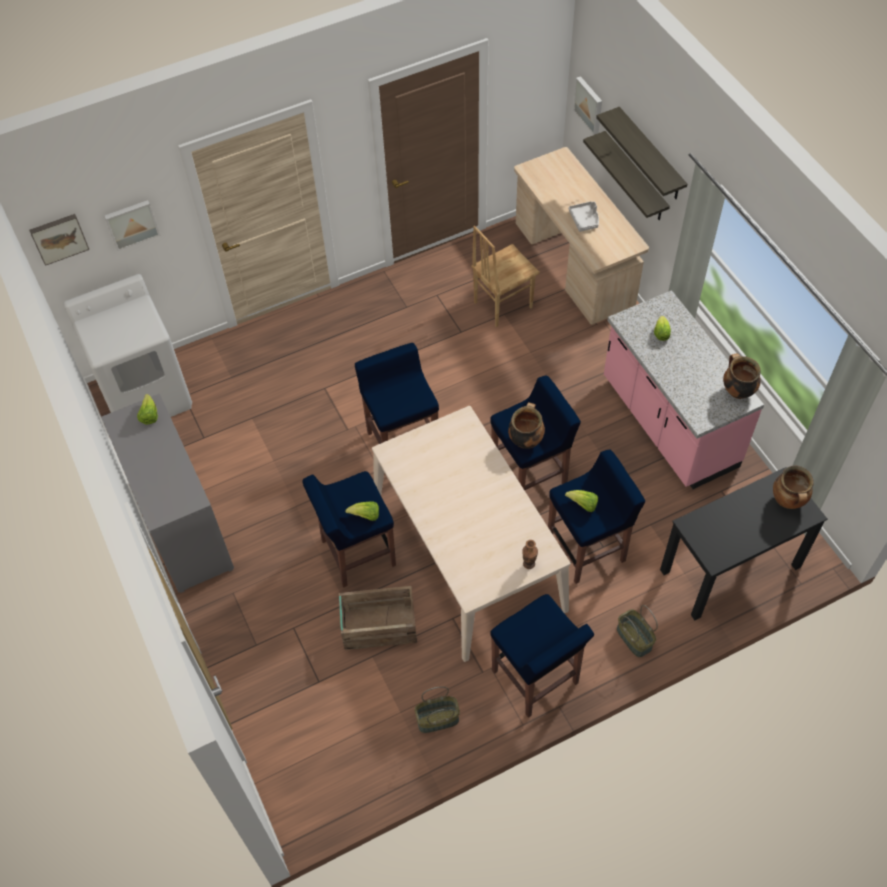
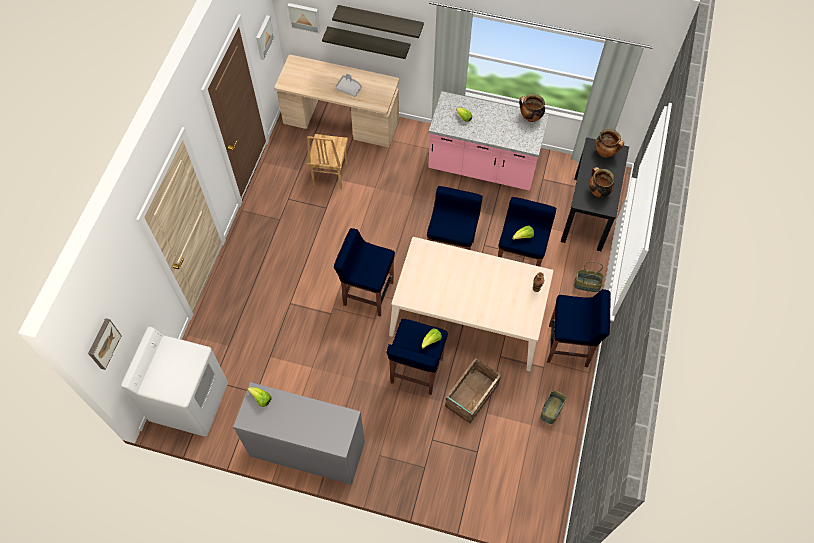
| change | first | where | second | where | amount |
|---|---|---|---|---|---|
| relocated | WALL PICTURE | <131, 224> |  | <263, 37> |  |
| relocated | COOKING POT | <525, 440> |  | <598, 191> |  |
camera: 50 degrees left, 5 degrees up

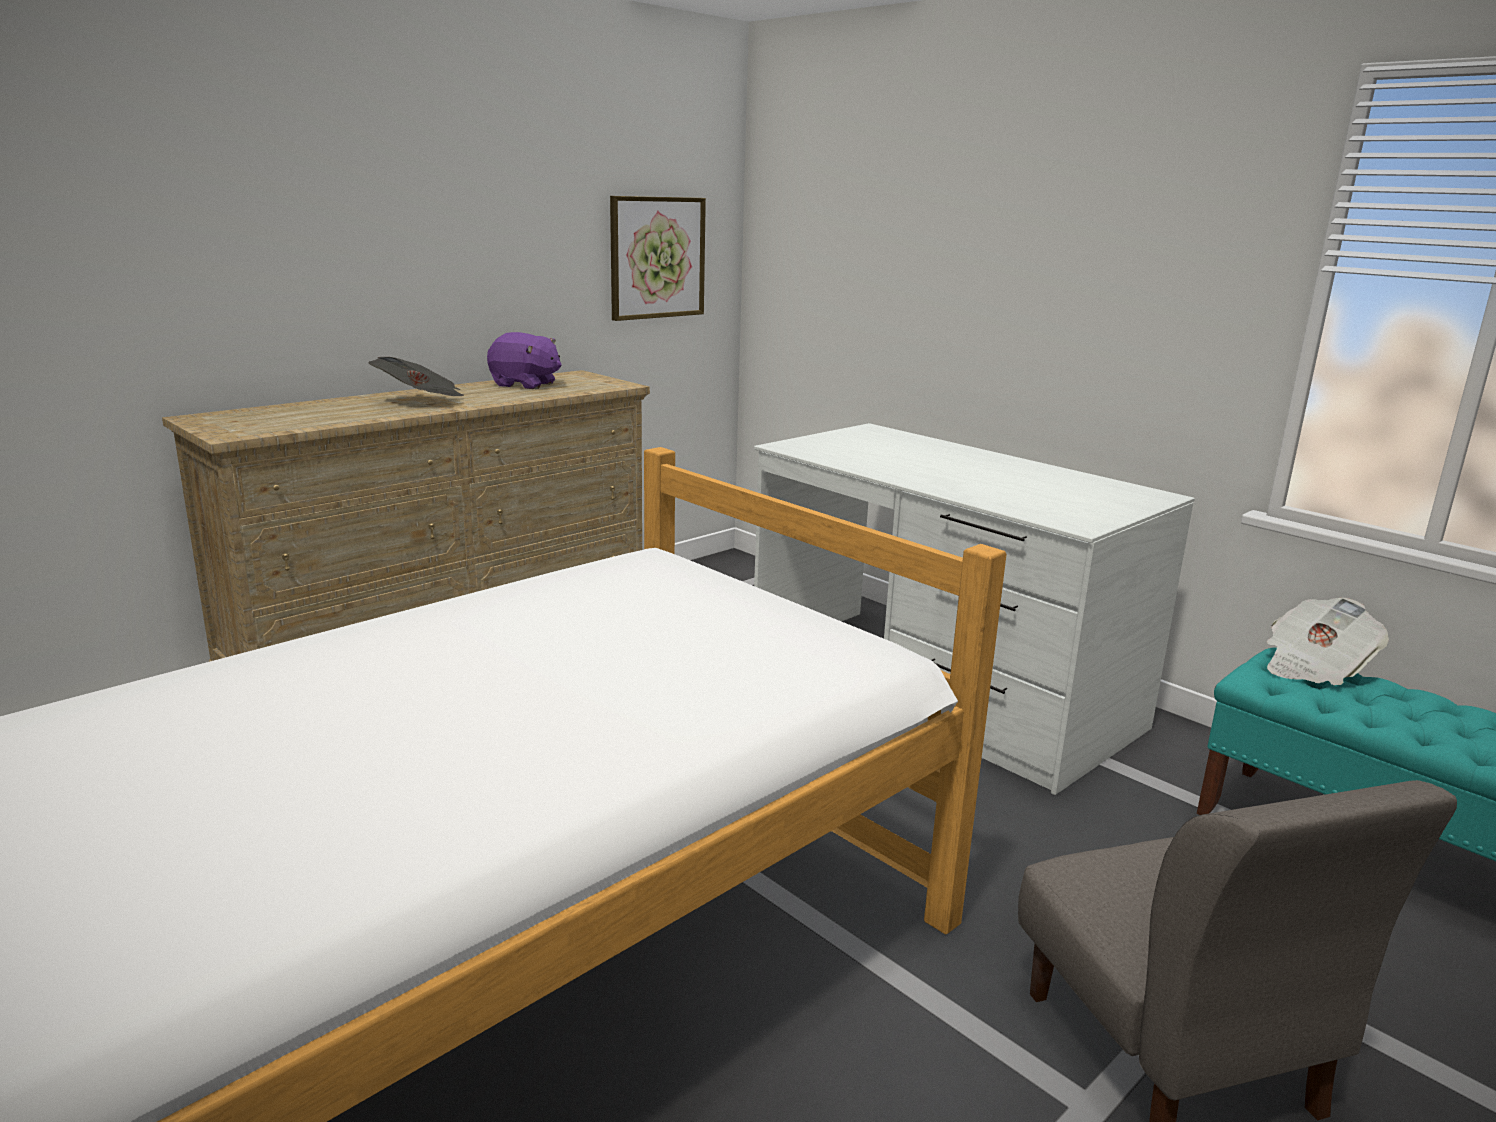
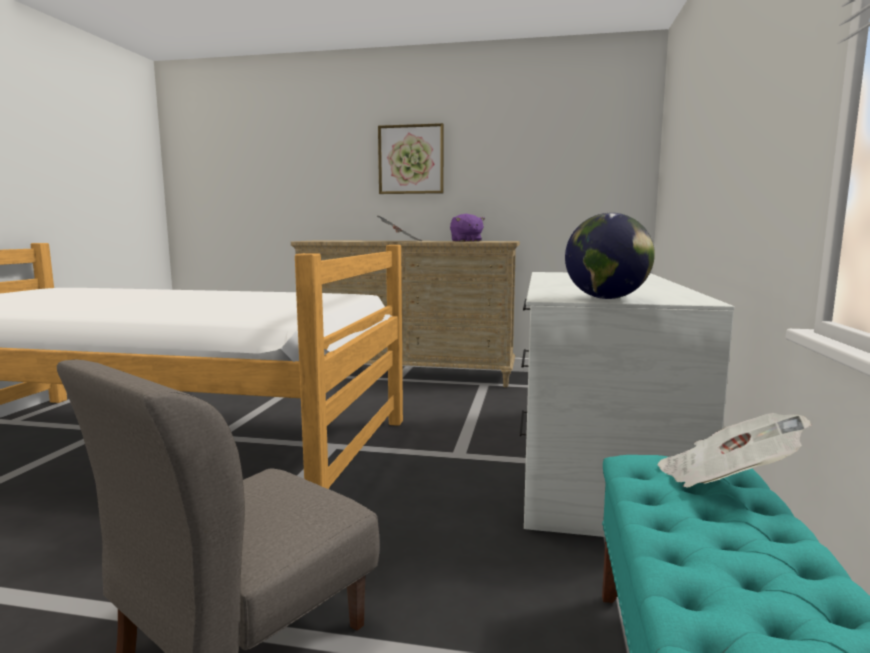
| change | first | where | second | where | amount |
|---|---|---|---|---|---|
| relocated | WALL PICTURE | <657, 257> |  | <411, 159> |  |
| appeared |  |  | GLOBE | <606, 298> |  |
camera: 55 degrees right, 10 degrees down

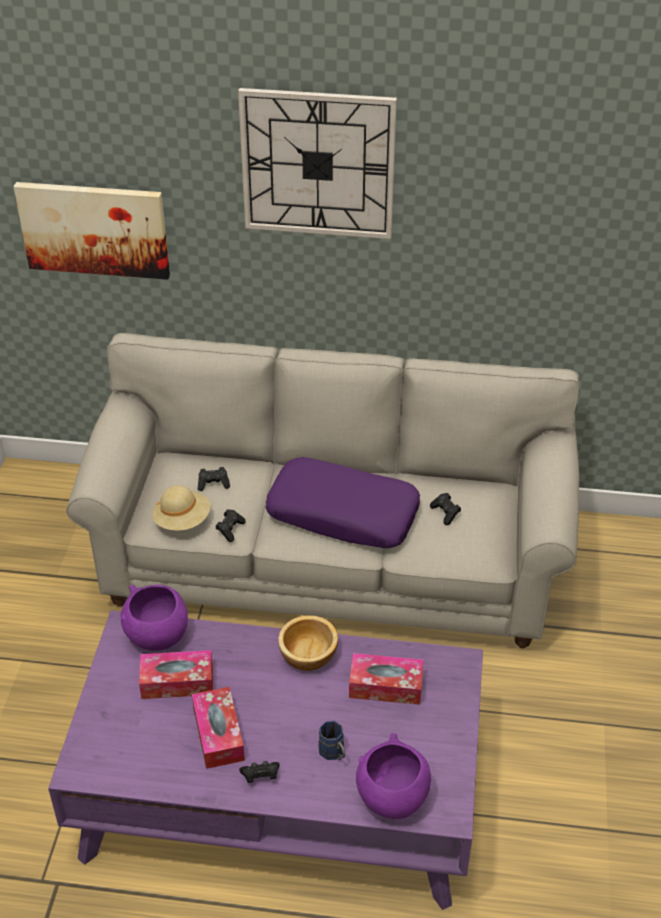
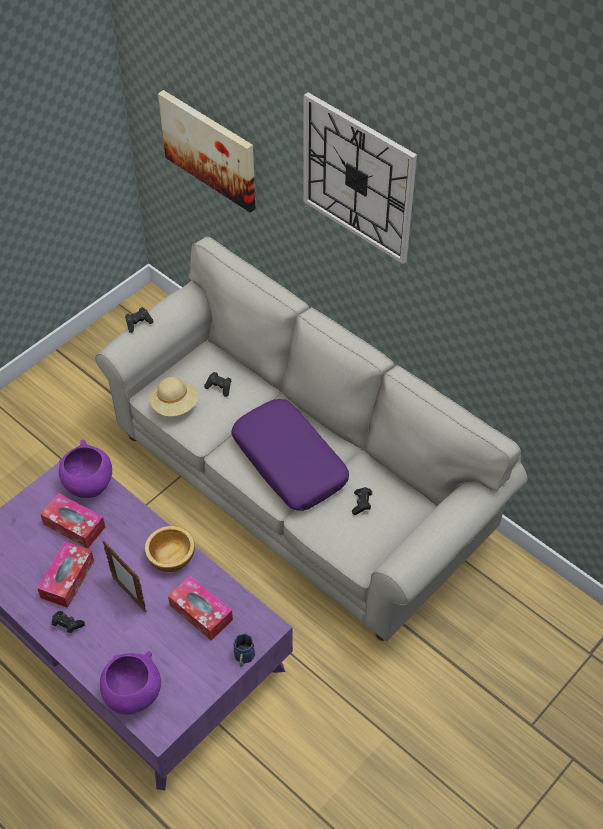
| change | first | where | second | where | amount |
|---|---|---|---|---|---|
| relocated | BLACKISH GAME CONTROLLER | <230, 529> |  | <138, 323> |  |
| relocated | BLUE TEA MUG | <334, 754> |  | <243, 659> |  |
| appeared |  |  | PICTURE FRAME | <129, 594> |  |
camera: 35 degrees right, 10 degrees up

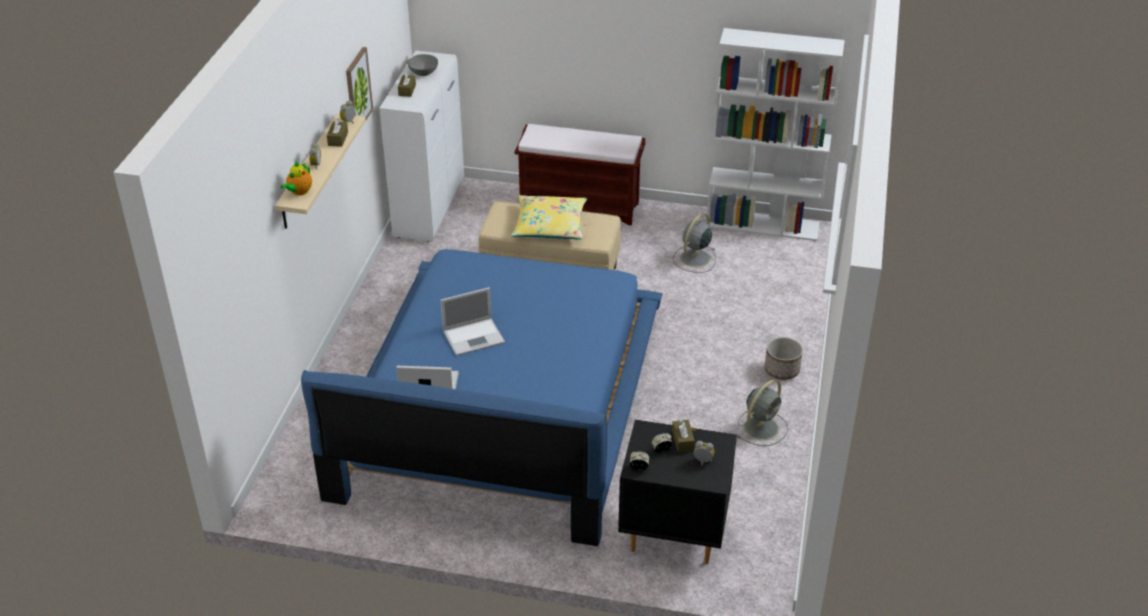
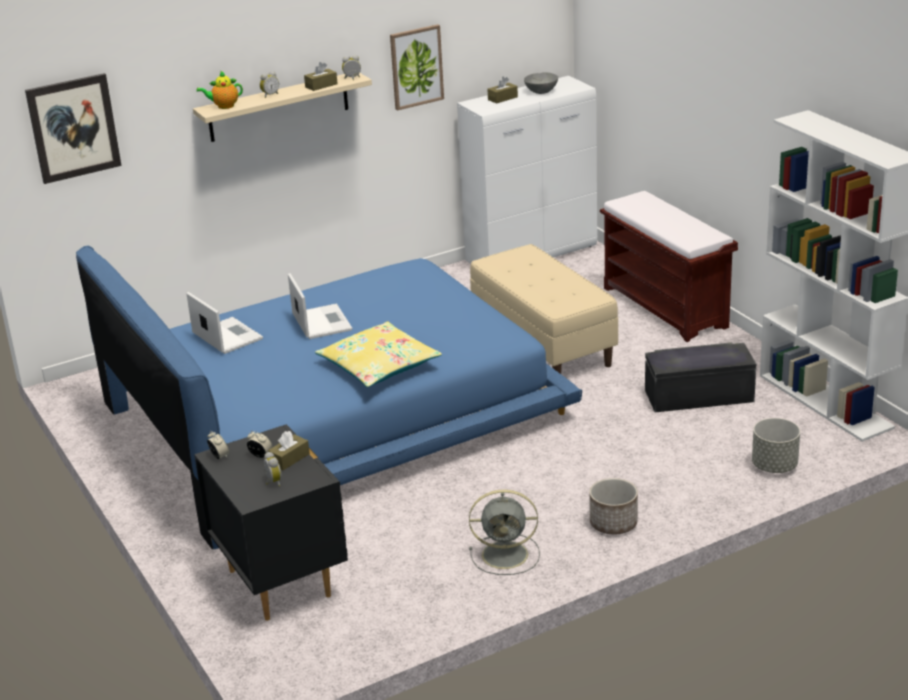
| change | first | where | second | where | amount |
|---|---|---|---|---|---|
| spun | LAPTOP | <474, 336> |  | <321, 322> | 135 degrees counterclockwise |
| relocated | YELLOW-COLOURED THROW PILLOW | <549, 226> |  | <379, 366> |  |
| exchanged | GREYISH FAN | <694, 259> | BLACKISH STORAGE BOX | <698, 395> |  |
| appeared |  |  | WALL PICTURE | <73, 128> |  |
| appeared |  |  | GREYISH PLANTER | <774, 466> |  |
camera: 50 degrees right, 10 degrees down

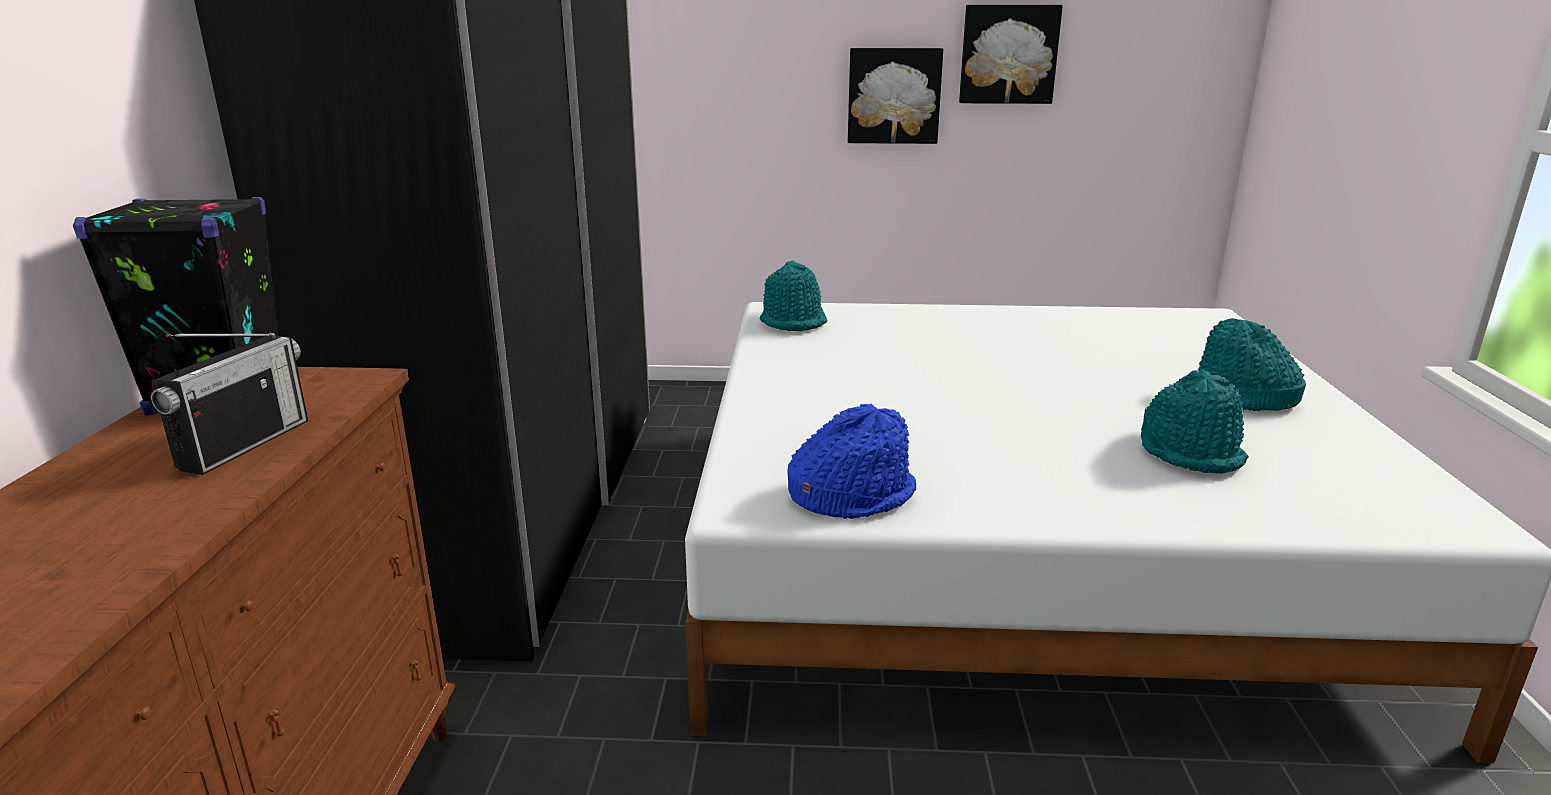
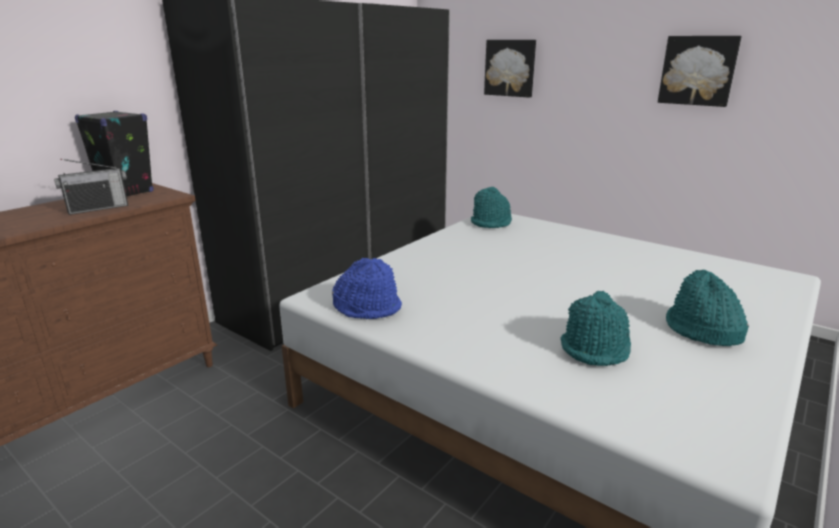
| change | first | where | second | where | amount |
|---|---|---|---|---|---|
| relocated | WALL PICTURE | <893, 96> |  | <510, 68> |  |
camera: 35 degrees right, 0 degrees up

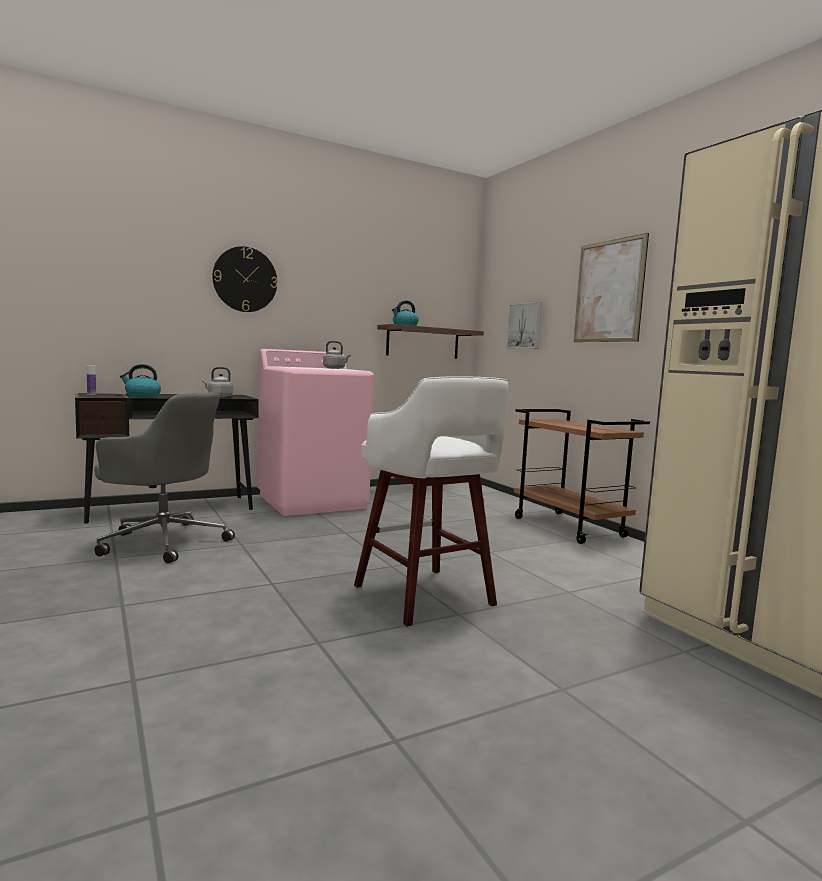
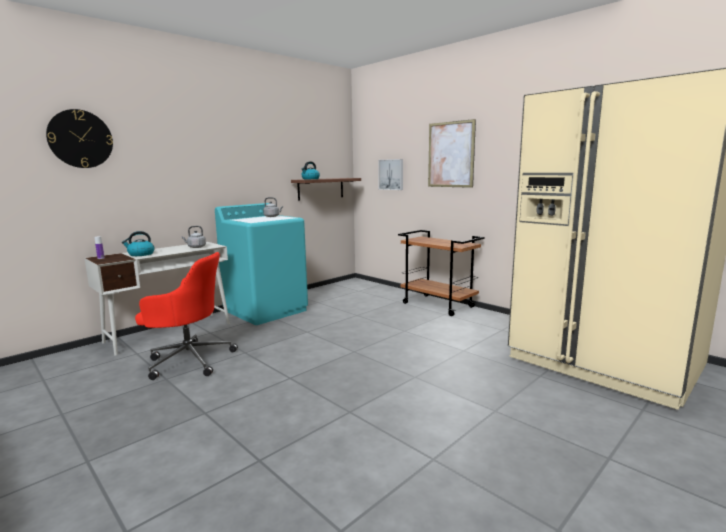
| change | first | where | second | where | amount |
|---|---|---|---|---|---|
| colour | BLACKISH DESK TABLE | <171, 508> | WHITE-COLOURED DESK TABLE | <170, 332> |  |
| colour | GREYISH COMPUTER CHAIR | <163, 541> | REDDISH COMPUTER CHAIR | <189, 360> |  |
| relocated | WALL CLOCK | <245, 279> |  | <80, 139> |  |
| colour | PINKISH LAUNDRY APPLIANCE | <312, 501> | BLUE-GREEN LAUNDRY APPLIANCE | <266, 310> |  |
| missing | WHITE-COLOURED SITTING STOOL | <426, 597> |  |  |  |
camera: 15 degrees left, 5 degrees up

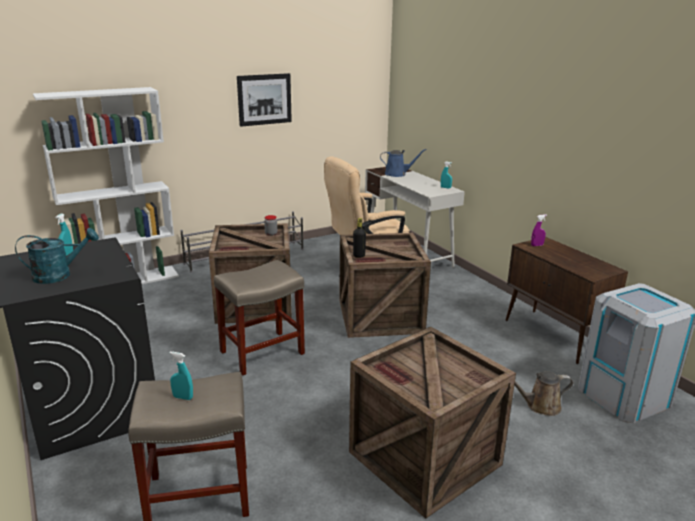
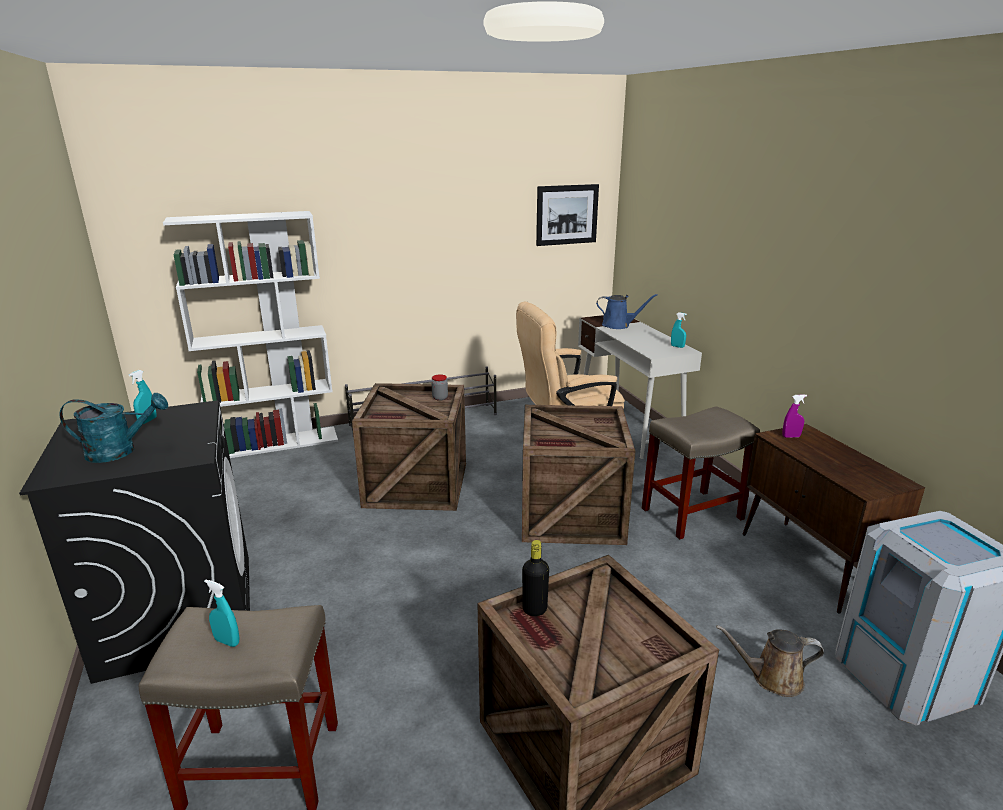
| change | first | where | second | where | amount |
|---|---|---|---|---|---|
| relocated | BEIGE-COLOURED SITTING STOOL | <263, 352> |  | <693, 513> |  |
| relocated | WALL PICTURE | <264, 99> |  | <567, 215> |  |
| relocated | BLACKISH BEVERAGE BOTTLE | <359, 256> |  | <534, 609> |  |
camera: 10 degrees right, 0 degrees up

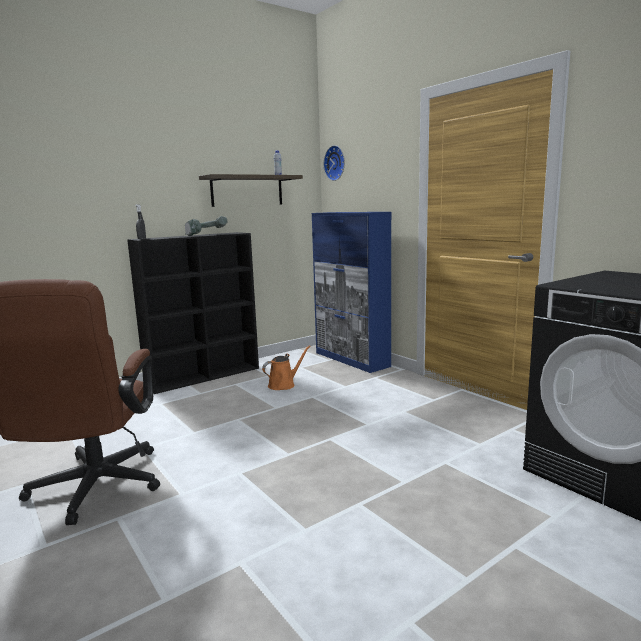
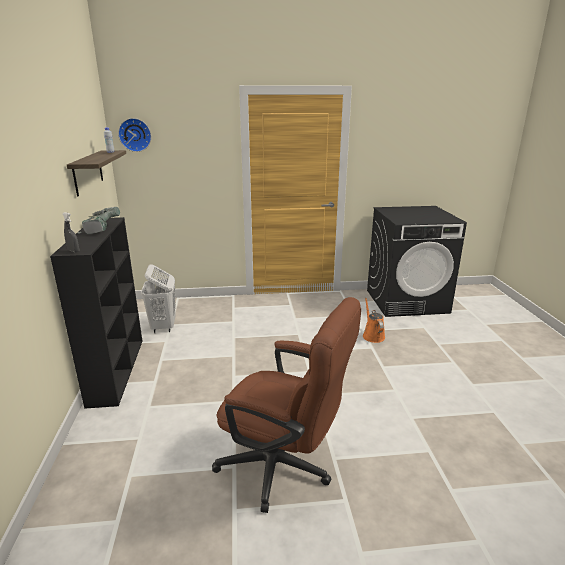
| change | first | where | second | where | amount |
|---|---|---|---|---|---|
| relocated | ORANGE-COLOURED SPRINKLING CAN | <284, 385> |  | <372, 335> |  |
| missing | BLUE CUPBOARD | <351, 359> |  |  |  |
| appeared |  |  | WHITE-COLOURED LAUNDRY BASKET | <163, 327> |  |
camera: 60 degrees left, 10 degrees up

